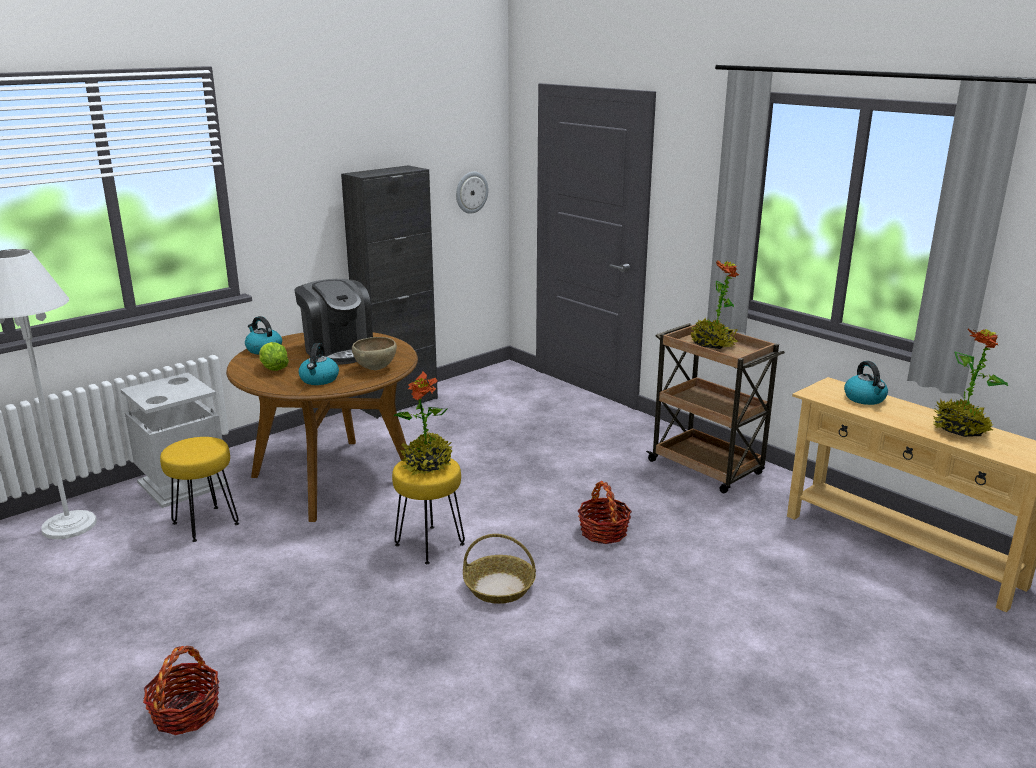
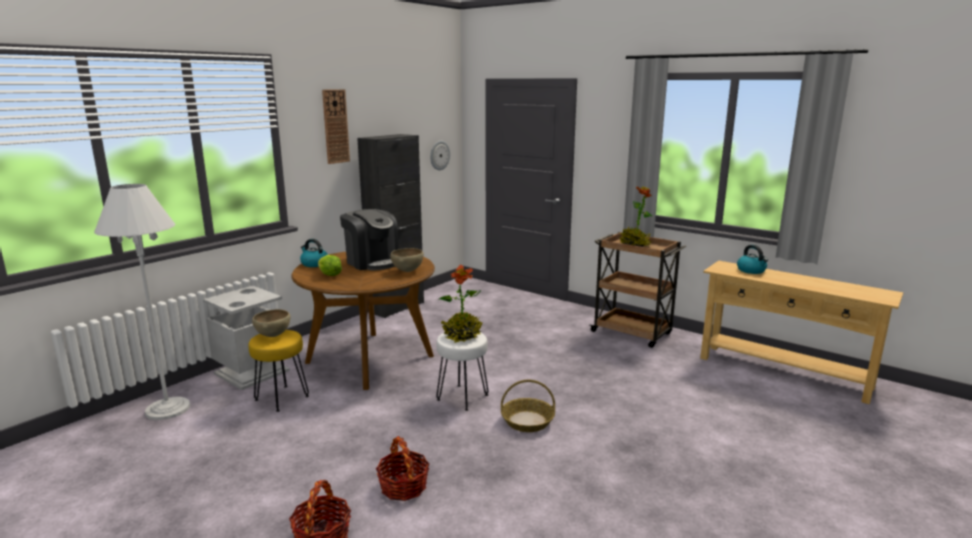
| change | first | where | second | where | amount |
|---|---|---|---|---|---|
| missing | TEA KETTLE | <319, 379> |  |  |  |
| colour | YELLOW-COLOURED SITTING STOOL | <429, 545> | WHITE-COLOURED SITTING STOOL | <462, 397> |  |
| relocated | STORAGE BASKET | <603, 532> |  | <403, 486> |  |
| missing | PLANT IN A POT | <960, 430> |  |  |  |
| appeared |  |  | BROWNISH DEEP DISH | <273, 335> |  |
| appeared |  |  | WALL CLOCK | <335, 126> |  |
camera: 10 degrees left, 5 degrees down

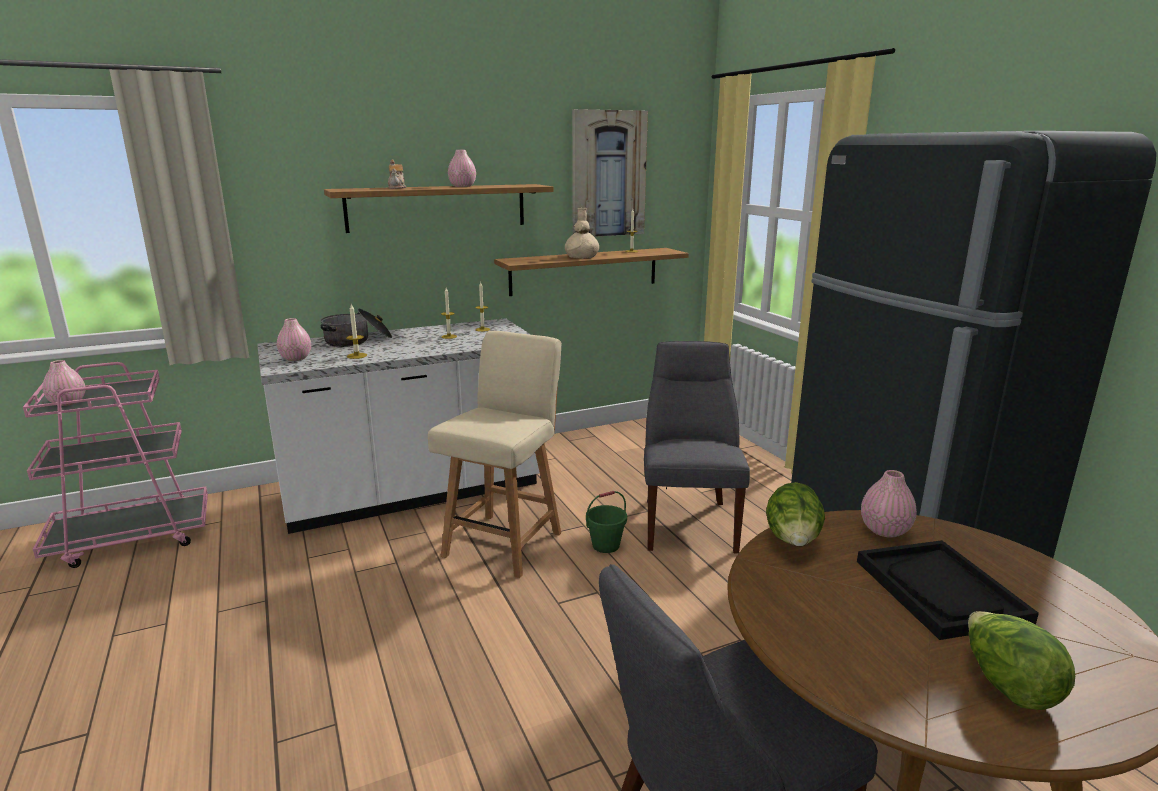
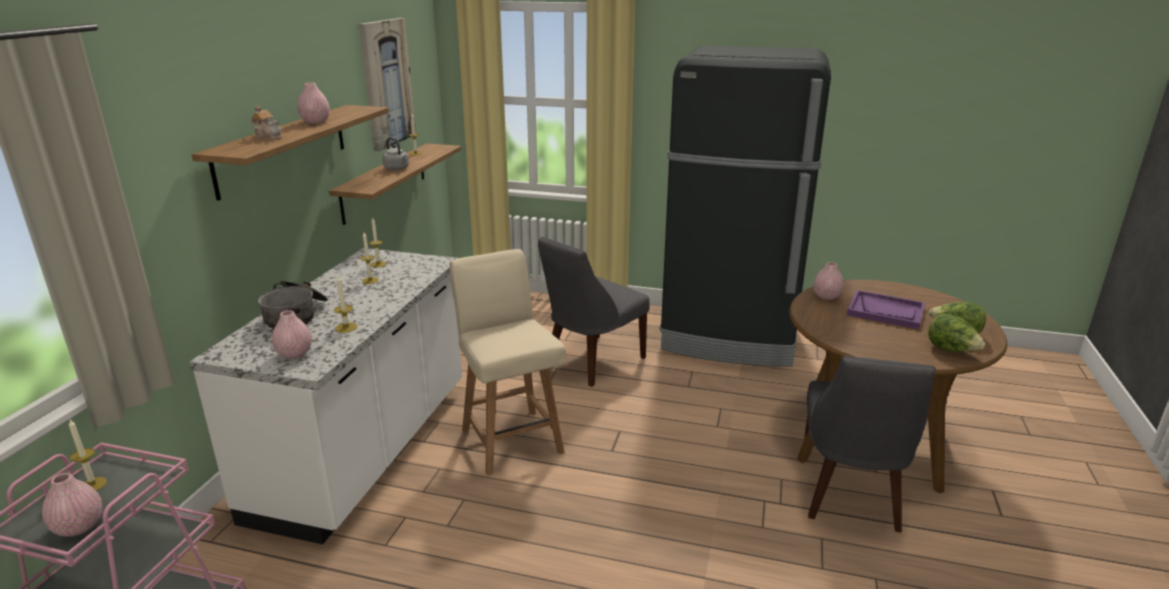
| change | first | where | second | where | amount |
|---|---|---|---|---|---|
| exchanged | BEIGE-COLOURED FLOWER VASE | <582, 256> | GREYISH TEA KETTLE | <397, 169> |  |
| missing | GREEN-COLOURED BUCKET | <606, 545> |  |  |  |
| spun | GREYISH CHAIR | <688, 522> |  | <591, 362> | 90 degrees counterclockwise |
| relocated | LETTUCE HEAD | <793, 542> |  | <951, 350> |  |
| colour | BLACKISH SERVING TRAY | <940, 591> | PURPLE-COLOURED SERVING TRAY | <886, 311> |  |
| appeared |  |  | WAX LIGHT | <92, 485> |  |
camera: 50 degrees left, 5 degrees up

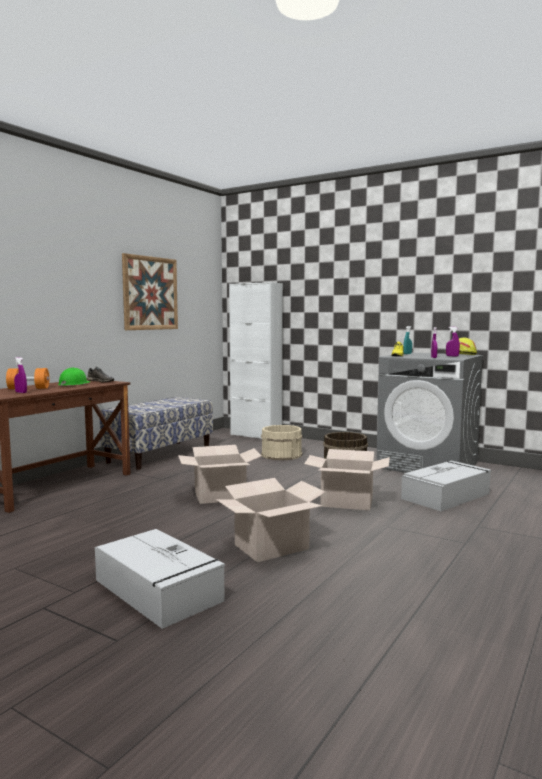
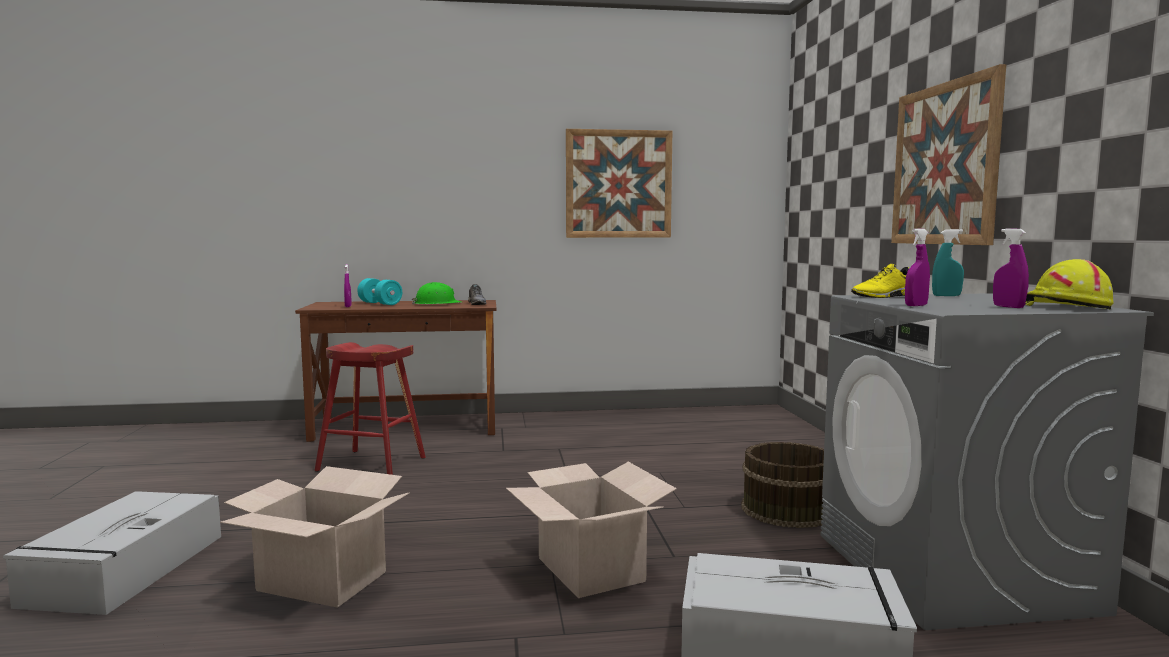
| change | first | where | second | where | amount |
|---|---|---|---|---|---|
| colour | ORANGE-COLOURED FREE WEIGHT | <28, 388> | BLUE-GREEN FREE WEIGHT | <380, 303> |  |
| missing | LONG SEAT | <160, 455> |  |  |  |
| missing | CARDBOARD BOX | <220, 496> |  |  |  |
| missing | WHITE-COLOURED CUPBOARD | <256, 435> |  |  |  |
| missing | BEIGE-COLOURED BUCKET | <281, 454> |  |  |  |
| appeared |  |  | REDDISH SITTING STOOL | <372, 464> |  |
| appeared |  |  | WALL PICTURE | <944, 164> |  |
camera: 50 degrees right, 0 degrees up

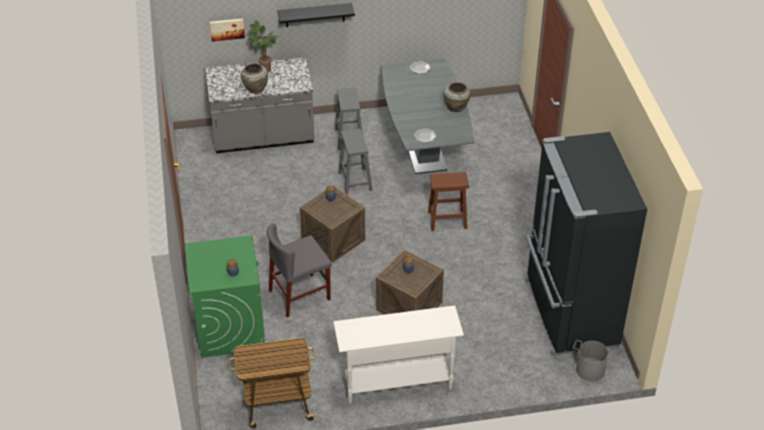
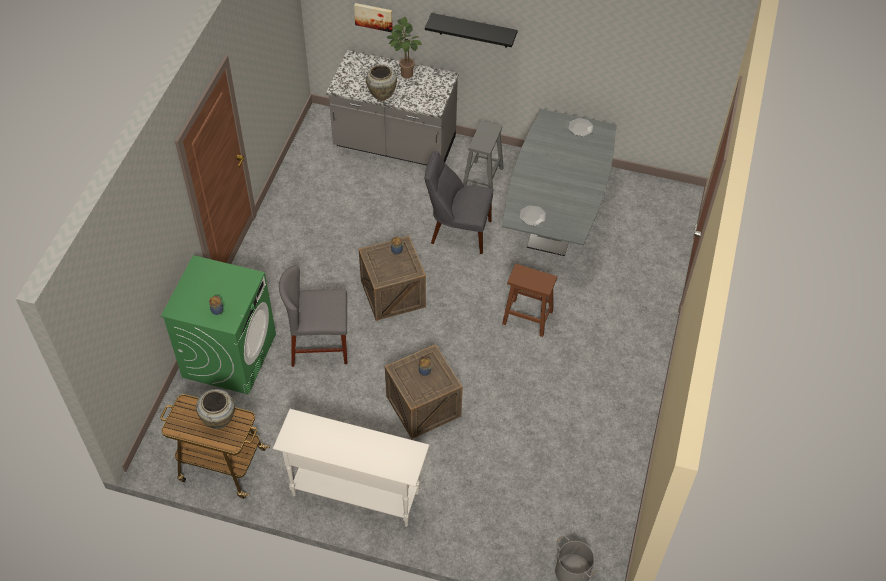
| change | first | where | second | where | amount |
|---|---|---|---|---|---|
| exchanged | GREYISH SITTING STOOL | <355, 181> | GREYISH CHAIR | <458, 231> |  |
| relocated | BEIGE-COLOURED FLOWER VASE | <456, 108> |  | <219, 420> |  |
| missing | BLACKISH FRIDGE | <569, 313> |  |  |  |
camera: 25 degrees right, 10 degrees up

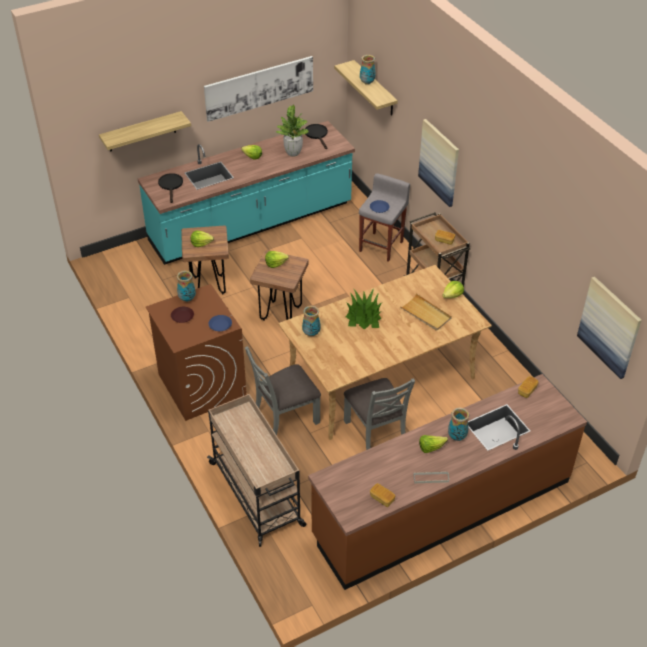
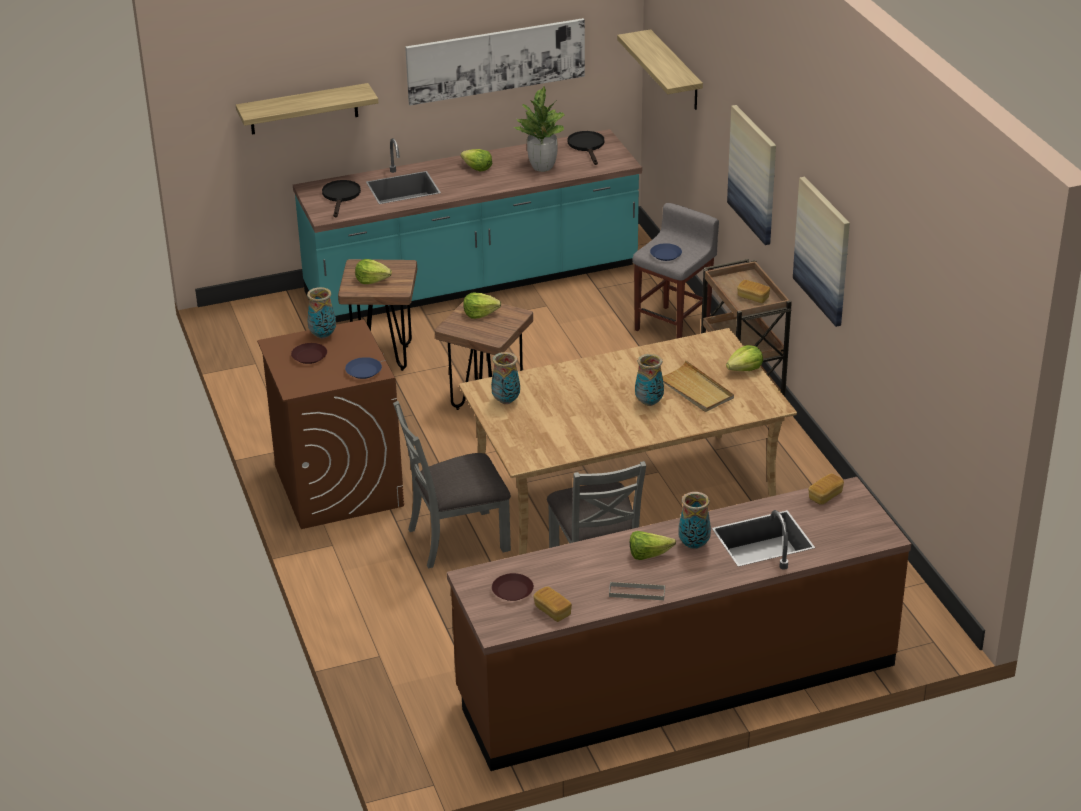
| change | first | where | second | where | amount |
|---|---|---|---|---|---|
| missing | BEIGE-COLOURED TROLLEY | <257, 495> |  |  |  |
| missing | PLANT IN A POT | <363, 317> |  |  |  |
| relocated | FLOWER VASE | <367, 82> |  | <649, 402> |  |
| relocated | WALL PICTURE | <609, 327> |  | <823, 250> |  |
| appeared |  |  | BROWNISH PLATE | <512, 590> |  |
camera: 10 degrees right, 10 degrees down

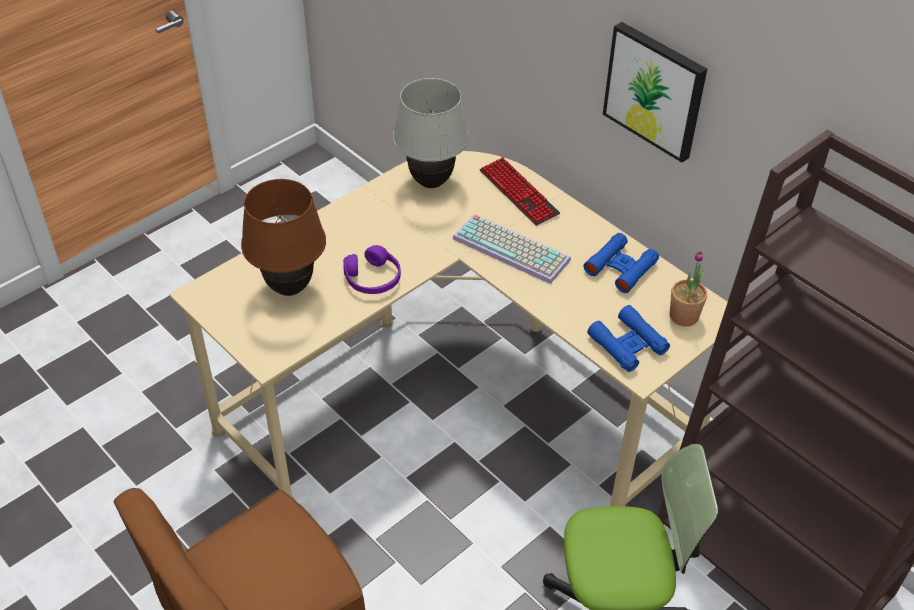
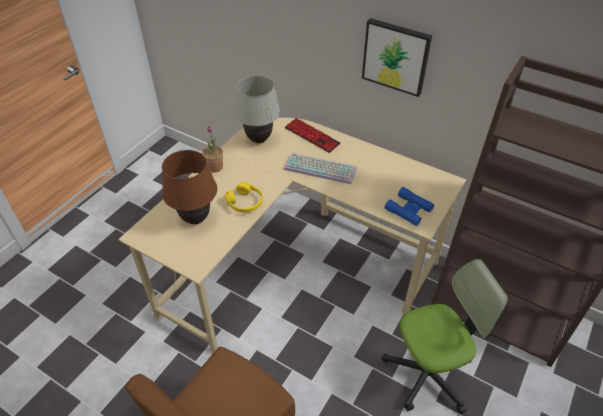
| change | first | where | second | where | amount |
|---|---|---|---|---|---|
| colour | PURPLE-COLOURED HEADPHONES | <373, 278> | YELLOW-COLOURED HEADPHONES | <245, 202> |  |
| missing | BLUE PAIR OF BINOCULARS | <620, 268> |  |  |  |
| relocated | PLANT IN A POT | <683, 316> |  | <214, 167> |  |
camera: 15 degrees left, 0 degrees up

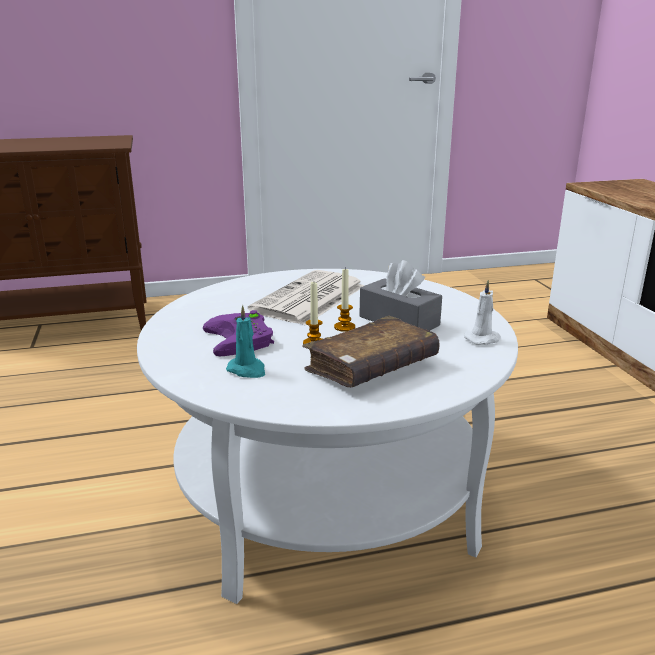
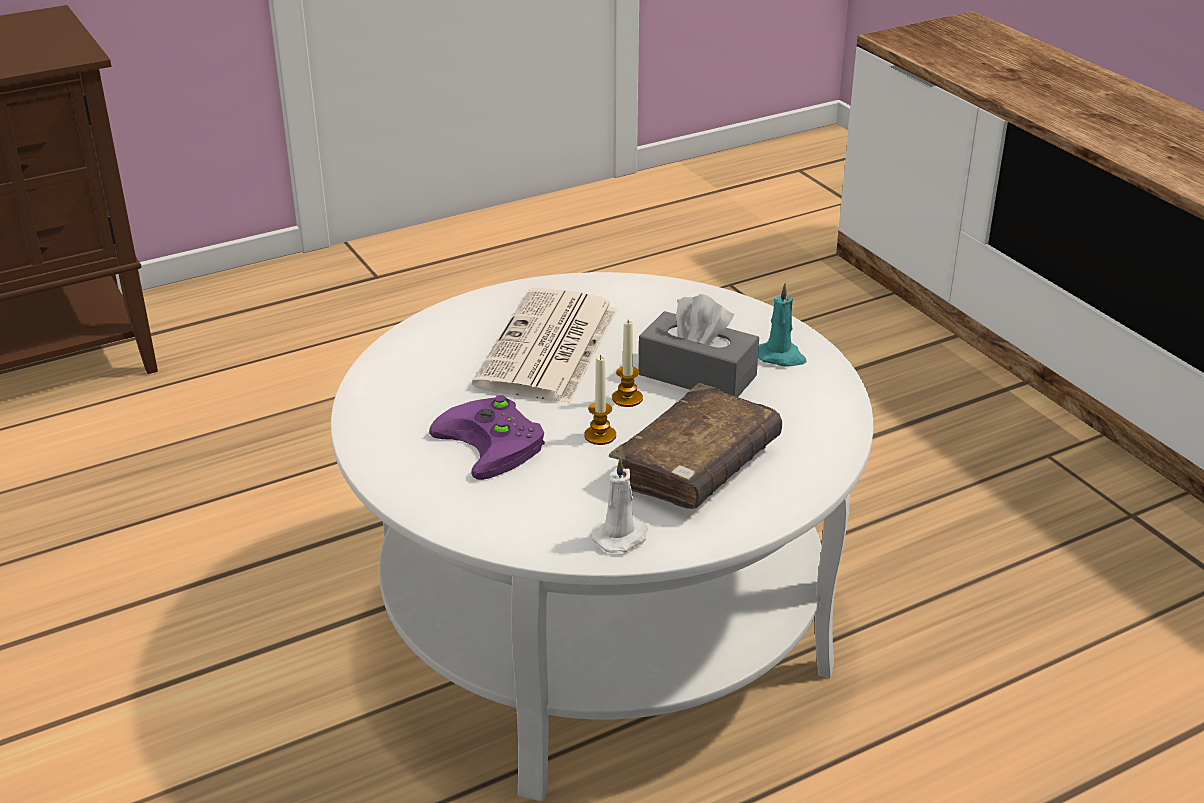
| change | first | where | second | where | amount |
|---|---|---|---|---|---|
| relocated | BLUE-GREEN WAX LIGHT | <247, 370> |  | <781, 357> |  |
| relocated | WHITE-COLOURED WAX LIGHT | <483, 339> |  | <621, 537> |  |
camera: 15 degrees left, 10 degrees up

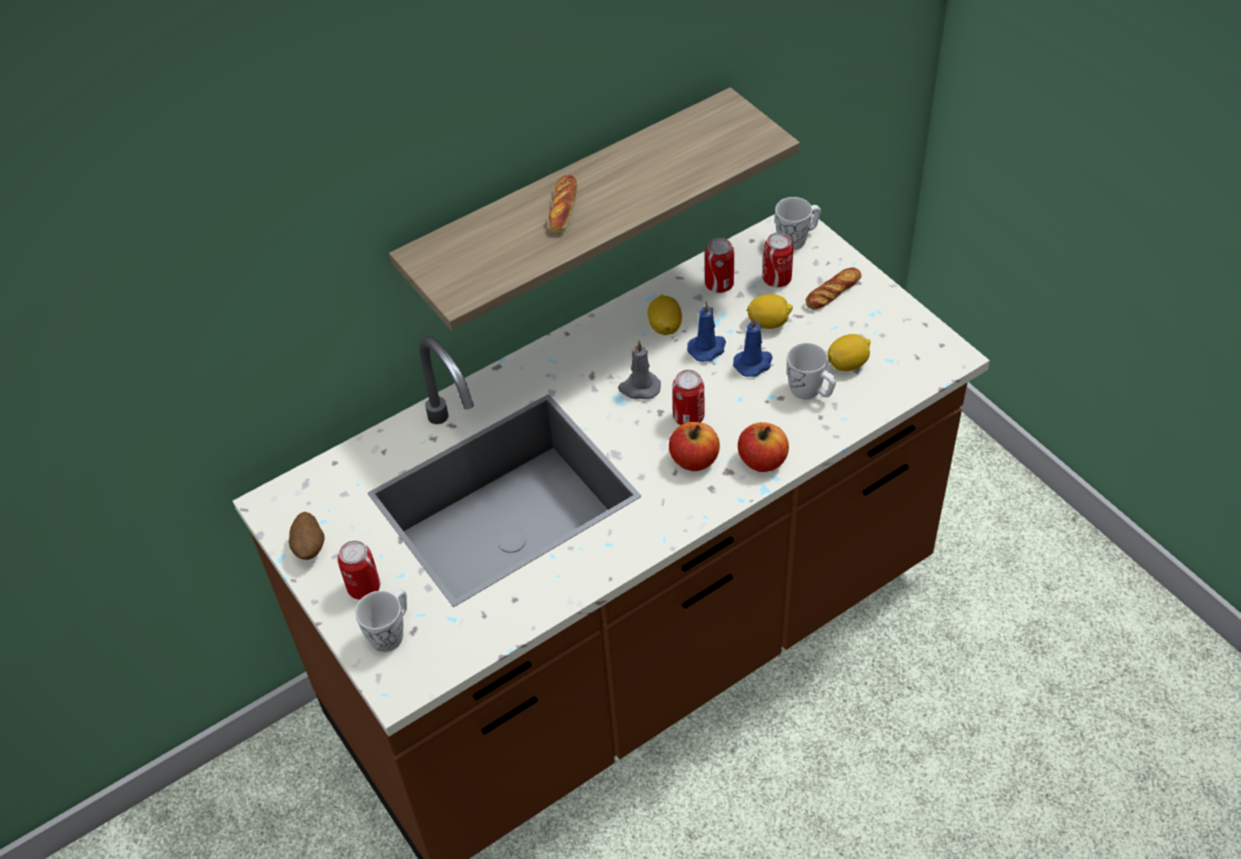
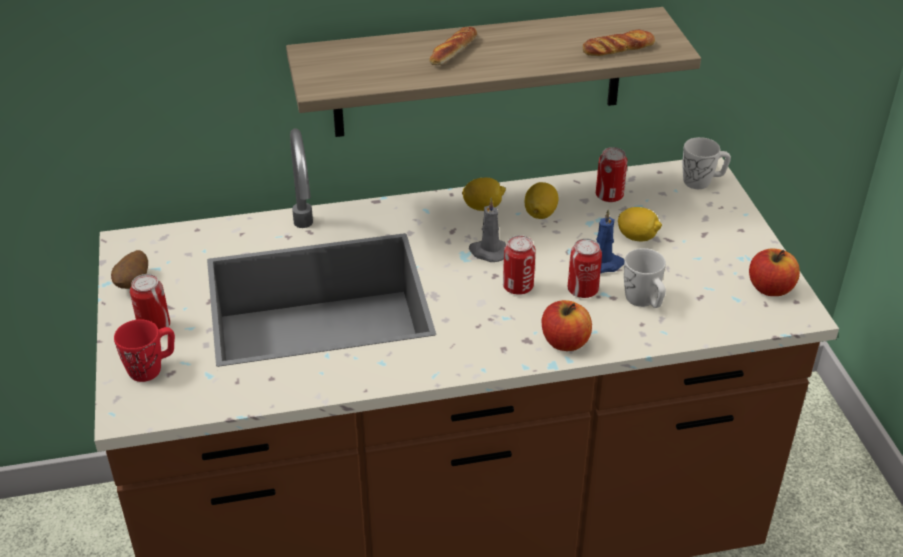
| change | first | where | second | where | amount |
|---|---|---|---|---|---|
| colour | WHITE-COLOURED TEA MUG | <391, 632> | REDDISH TEA MUG | <151, 368> |  |
| relocated | WHOLE APPLE | <694, 460> |  | <770, 288> |  |
| missing | BLUE WAX LIGHT | <707, 348> |  |  |  |
| relocated | CAN | <777, 279> |  | <582, 290> |  |
| relocated | BREAD | <832, 292> |  | <618, 49> |  |
| relocated | WHOLE LEMON | <848, 364> |  | <483, 207> |  |
camera: 20 degrees right, 10 degrees down

